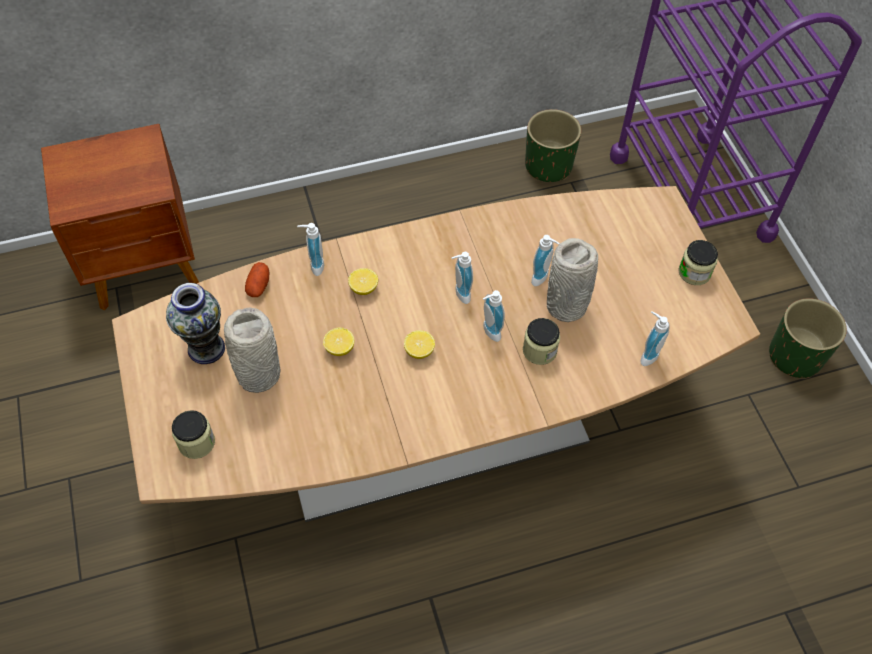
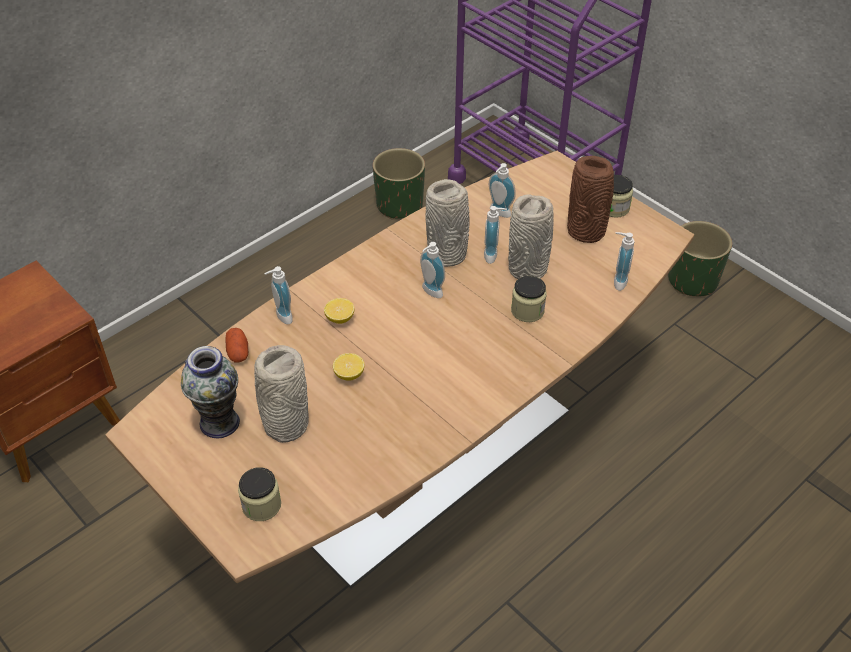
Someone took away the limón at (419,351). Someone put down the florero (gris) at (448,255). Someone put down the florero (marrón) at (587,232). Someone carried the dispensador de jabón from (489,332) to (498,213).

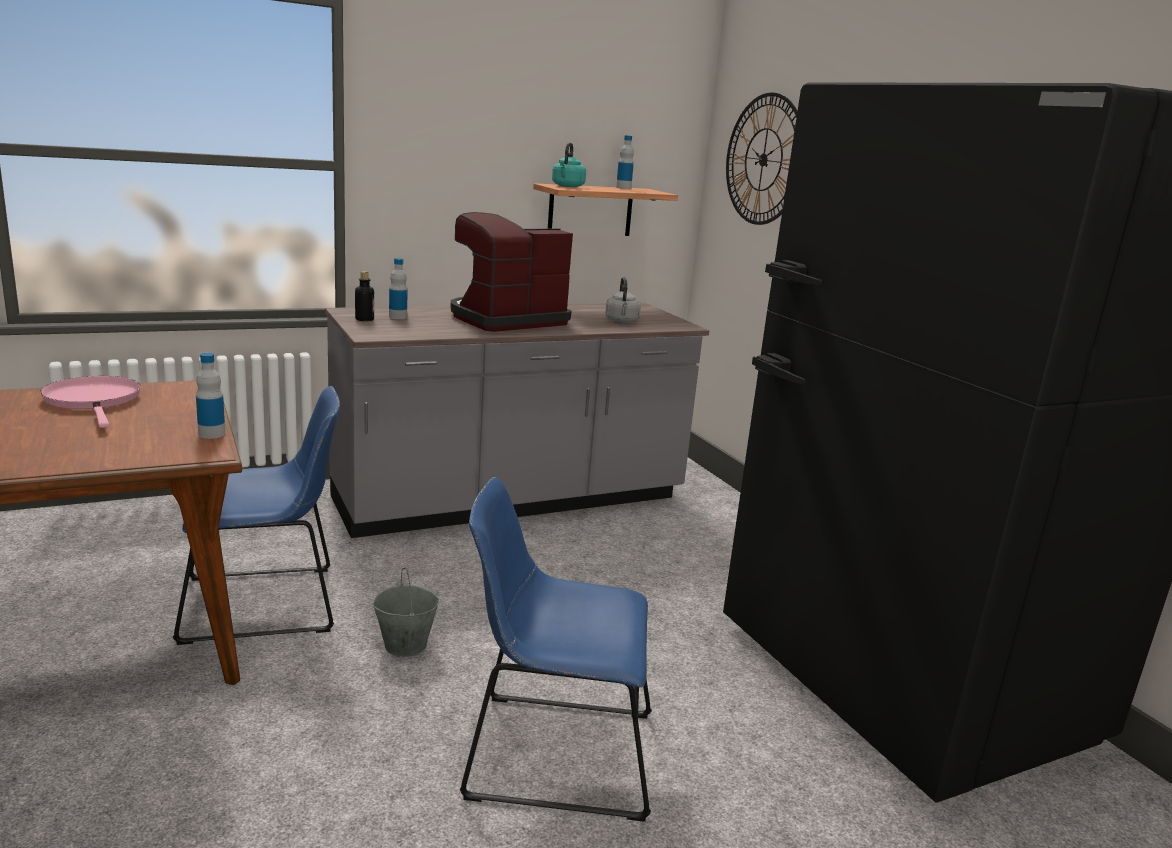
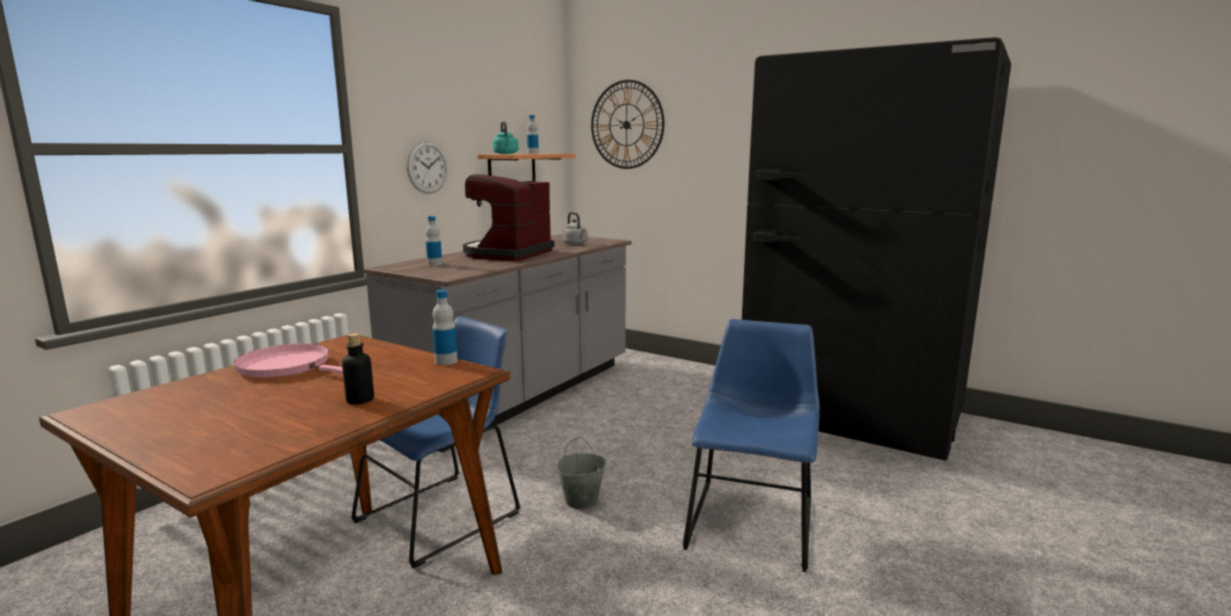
Someone put up the reloj de pared at (427,167). Someone carried the botella from (364,319) to (360,400). Someone rotated the silla (azul) at (551,753) by 135 degrees clockwise.

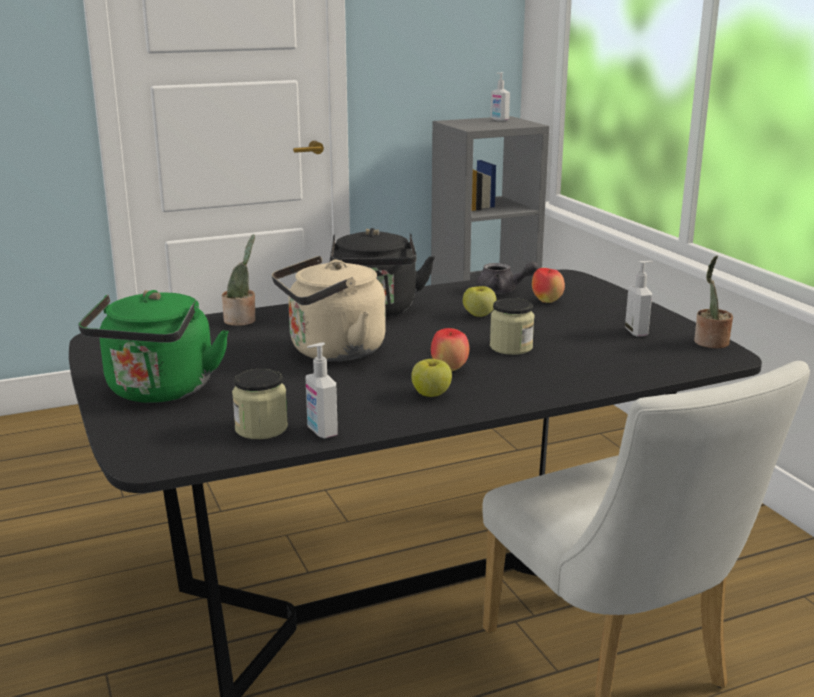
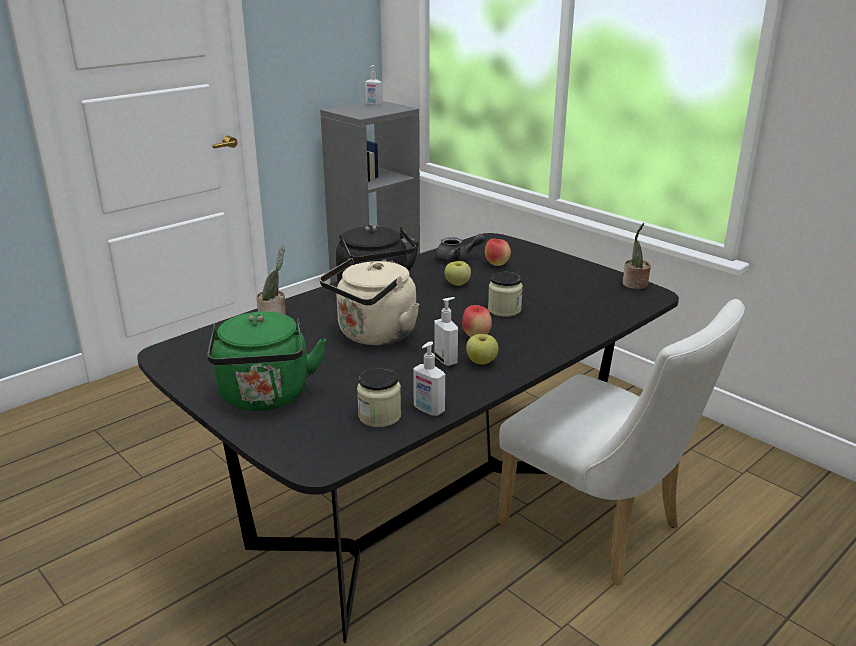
Someone carried the dispensador de jabón from (637,332) to (446,360).

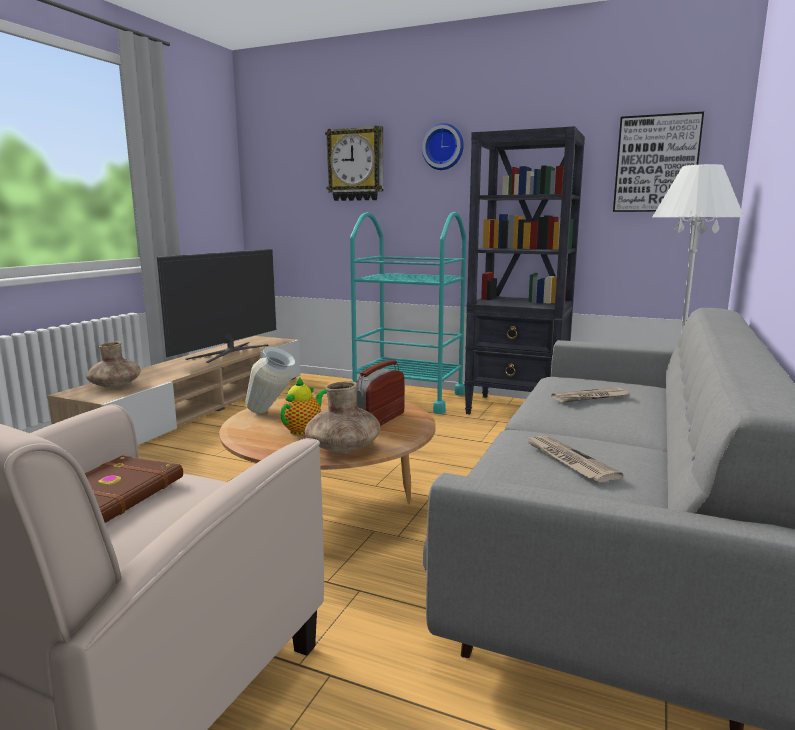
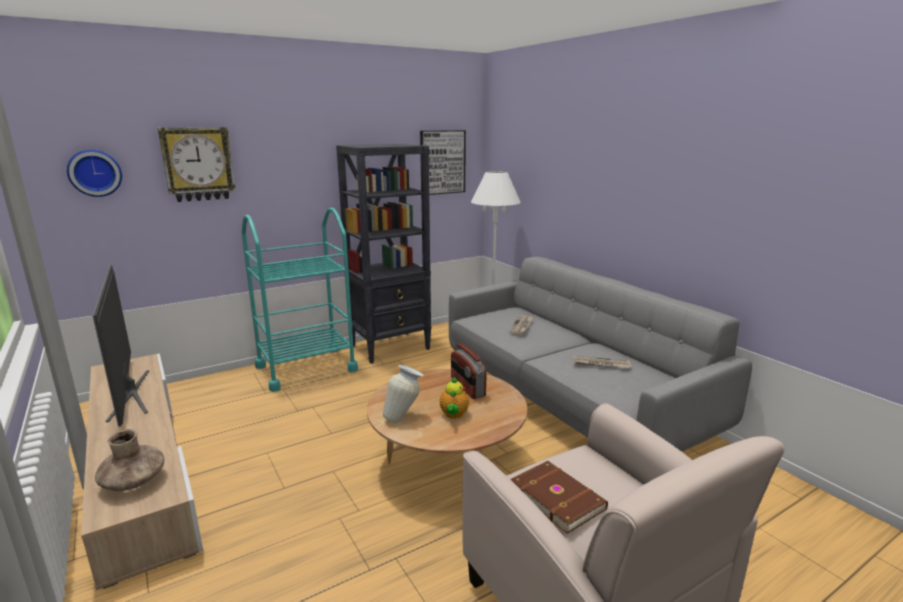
Someone took away the florero (marrón) at (343,448). Someone carried the reloj de pared from (443,147) to (95,173). Someone rotated the tetera at (303,430) by 150 degrees counterclockwise.

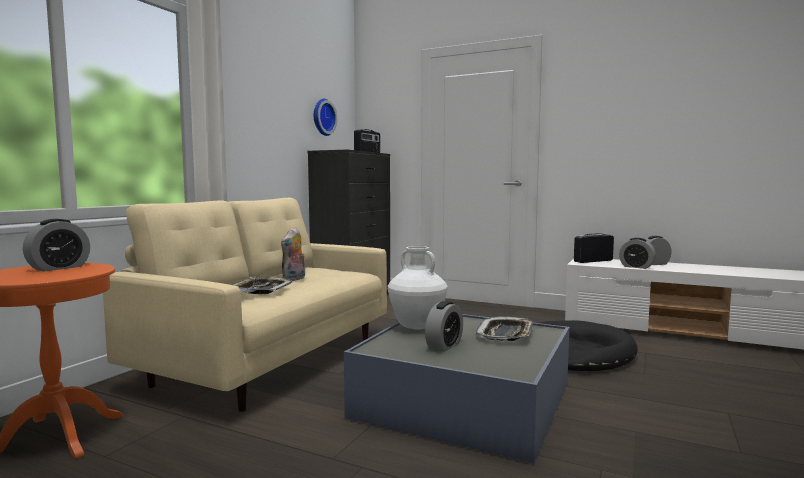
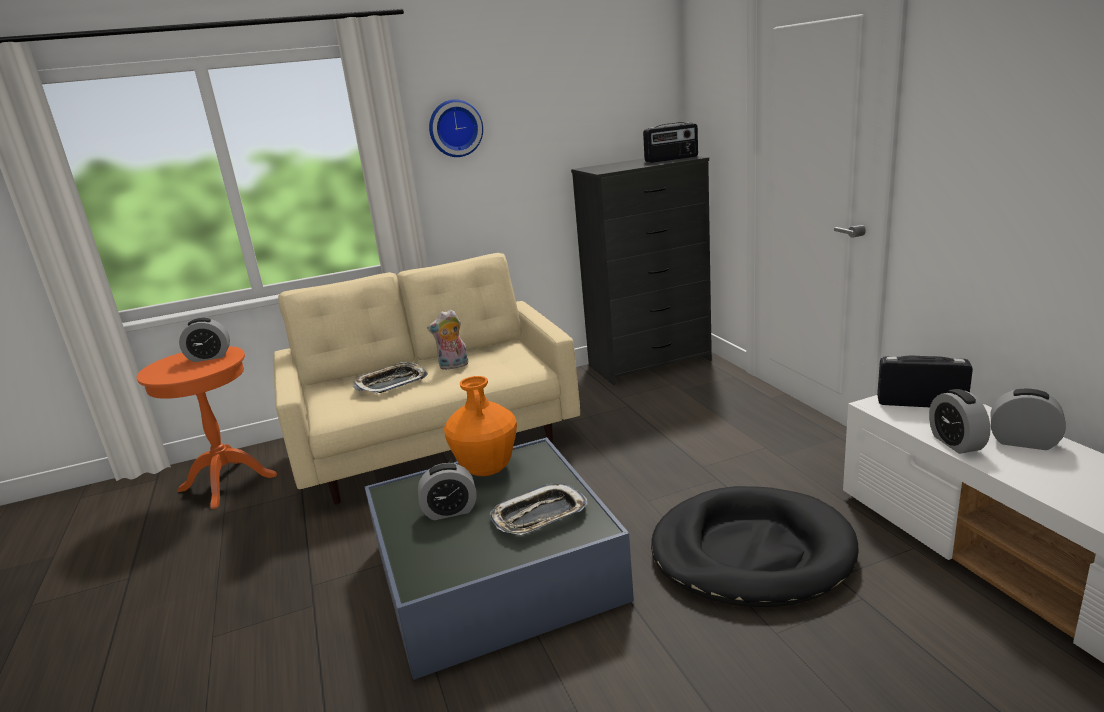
Someone carried the reloj de pared from (322,117) to (455,128). Someone repainted the florero (blanco) at (416,327), which became the florero (naranja) at (486,469).

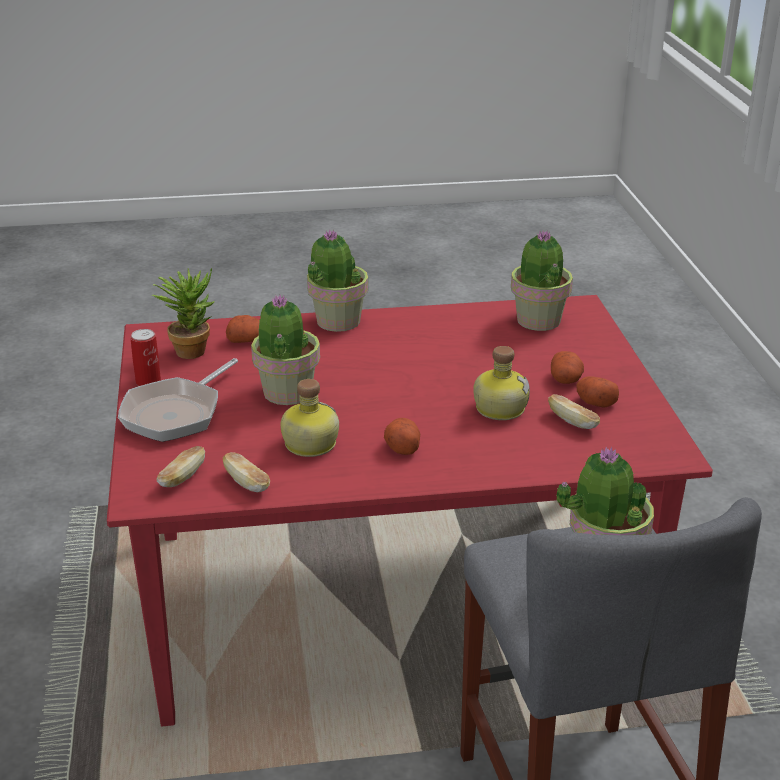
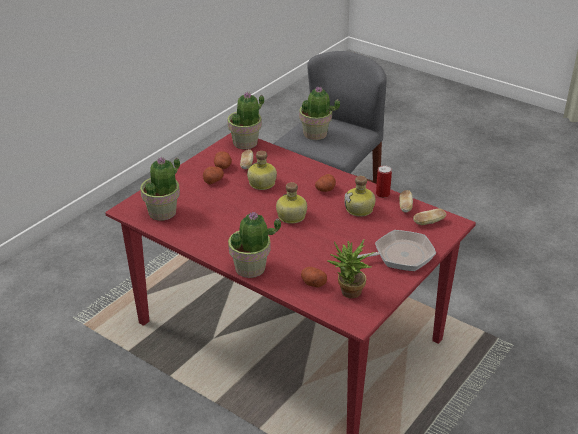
Someone put down the botella at (290,216). Someone carried the lata from (148,382) to (382,194). Someone carried the planta en maceta from (287,393) to (246,143).

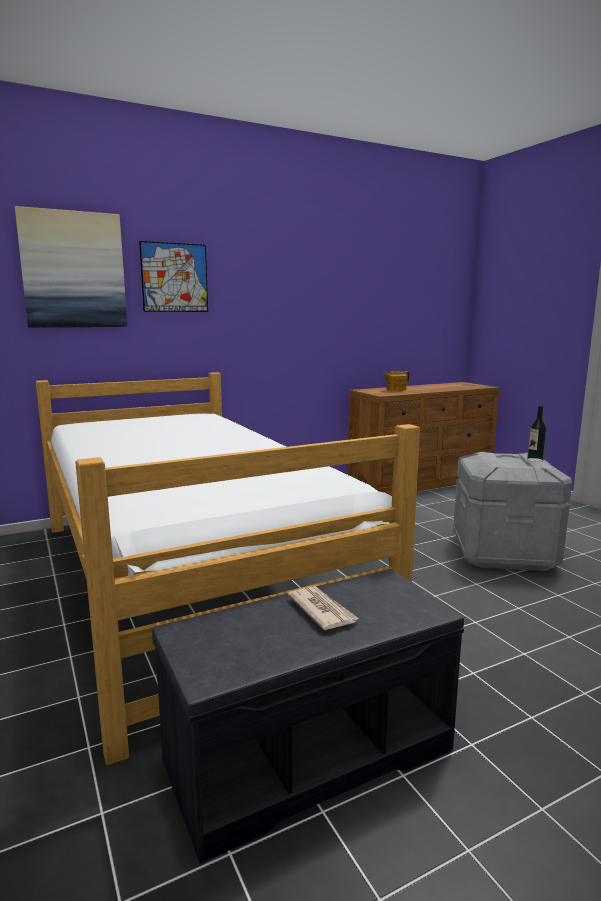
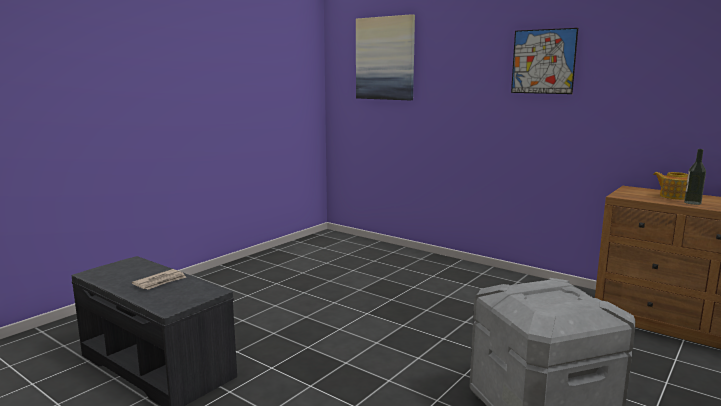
Someone took away the cama at (188,580). Someone carried the cuadro from (174,277) to (543,61). Someone carried the botella from (535,460) to (692,203).

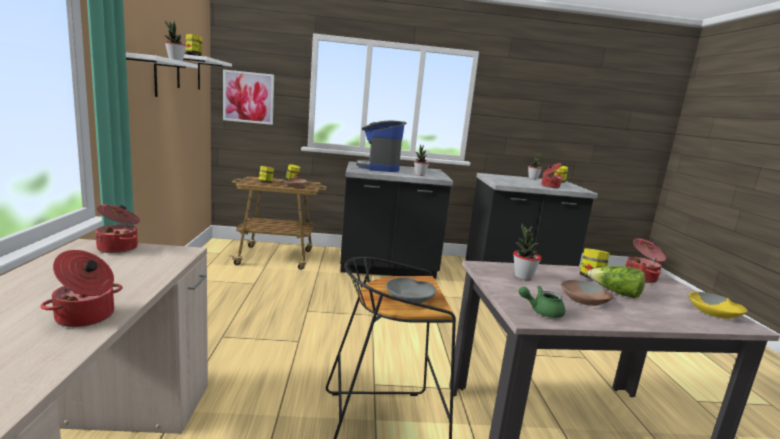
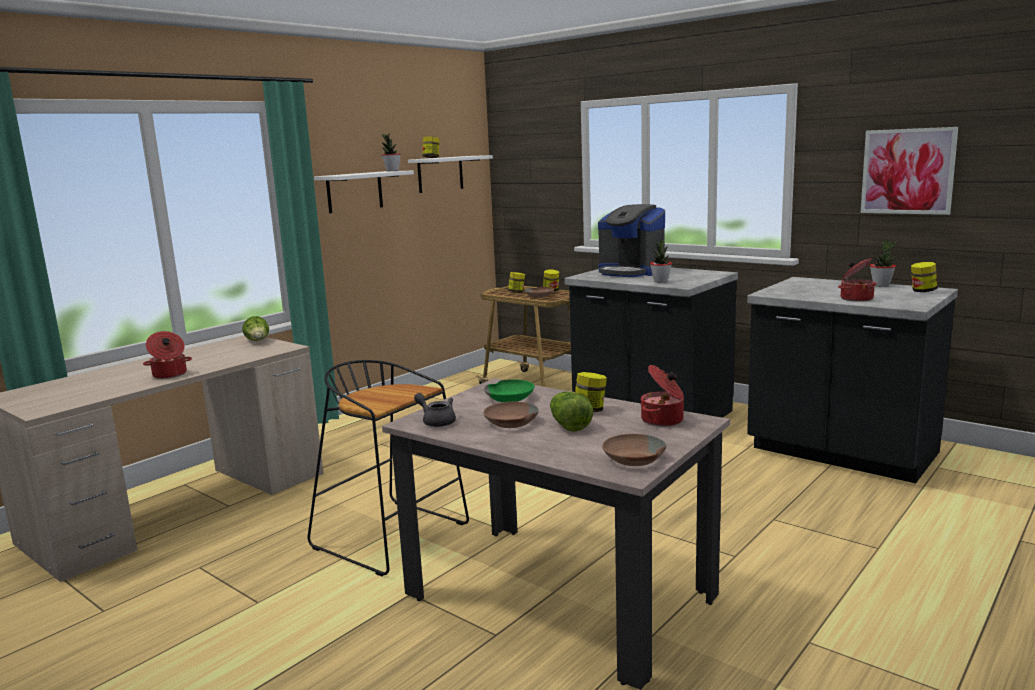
Someone took away the cuenco (gris) at (410,298). Someone carried the cuadro from (248,97) to (907,171). Someone swapped the olla at (119,248) for the lechuga at (258,341). Someone swapped the planta en maceta at (523,276) for the cuenco (verde) at (510,398). Someone repainted the tetera (verde) at (541,311), which became the tetera (gris) at (436,421). Someone repainted the cuenco (amarillo) at (714,312), which became the cuenco (marrón) at (633,459). Someone rotated the cafetera at (379,167) by 90 degrees counterclockwise.

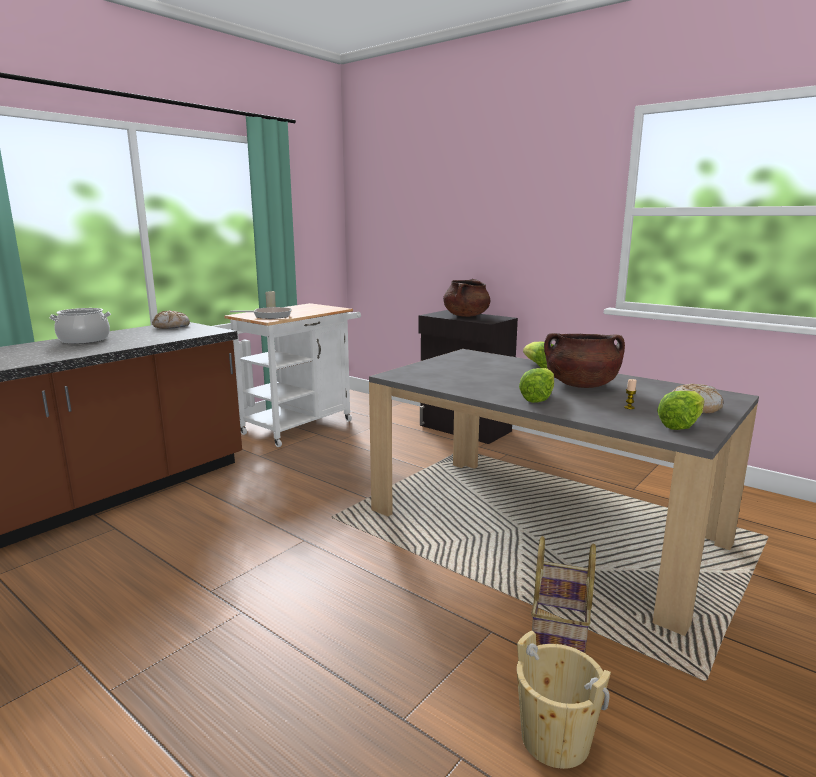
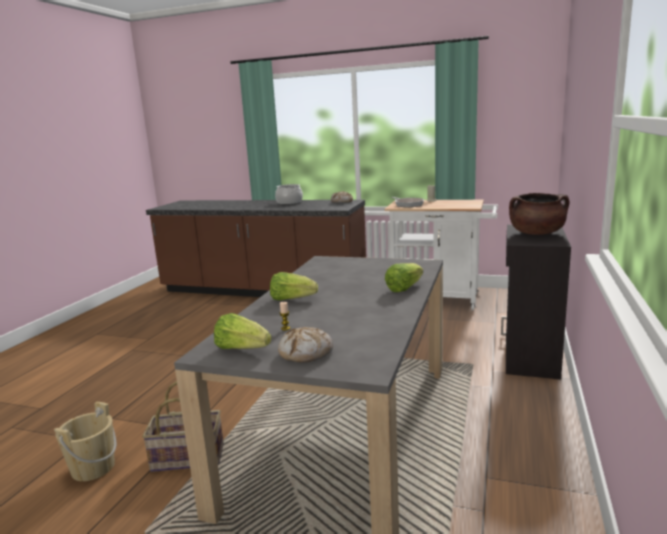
Someone took away the olla (marrón) at (581,385).

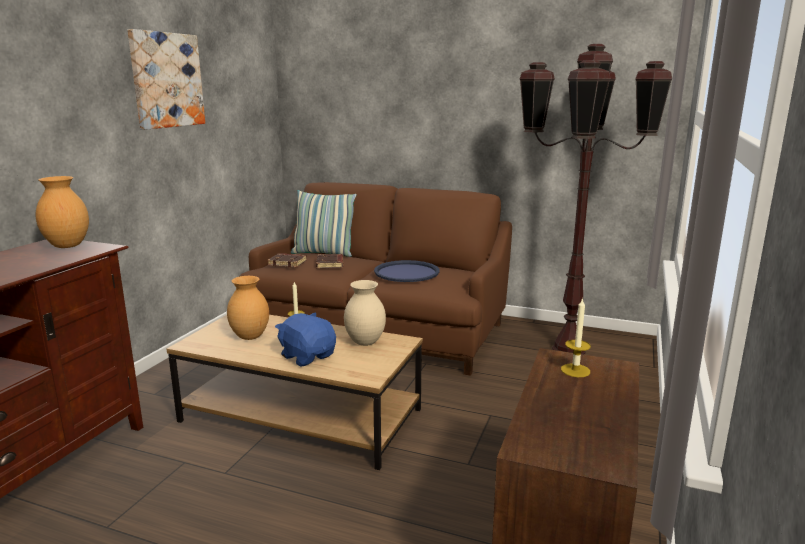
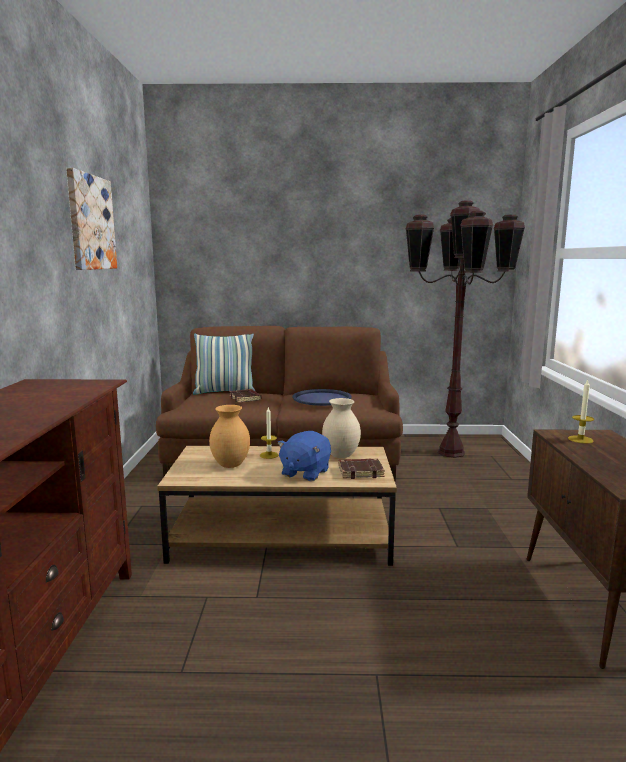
Someone took away the florero (marrón) at (67,246). Someone carried the libro (marrón) from (288,263) to (361,472). Someone rotated the peluche (azul) at (307,356) by 90 degrees counterclockwise.

